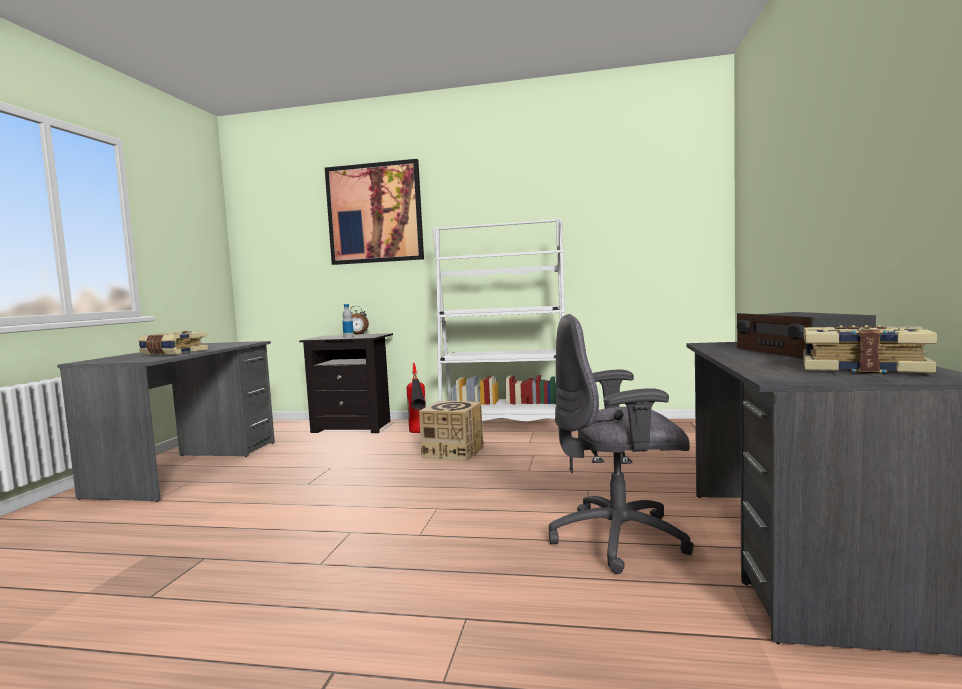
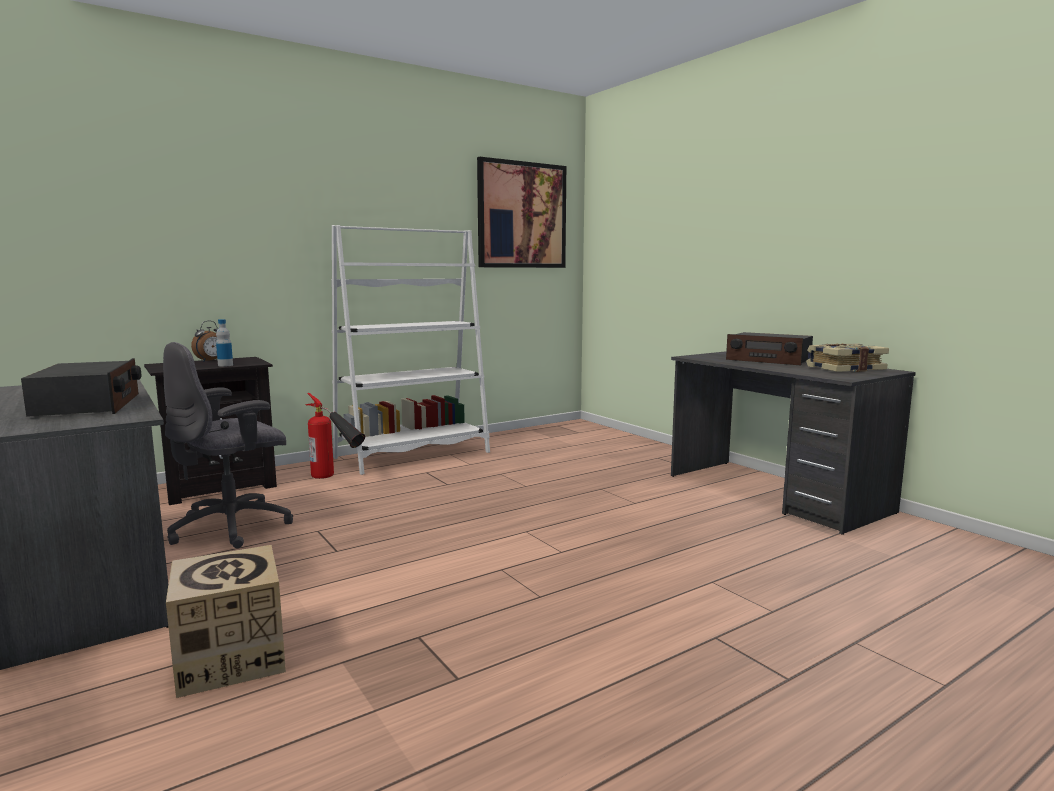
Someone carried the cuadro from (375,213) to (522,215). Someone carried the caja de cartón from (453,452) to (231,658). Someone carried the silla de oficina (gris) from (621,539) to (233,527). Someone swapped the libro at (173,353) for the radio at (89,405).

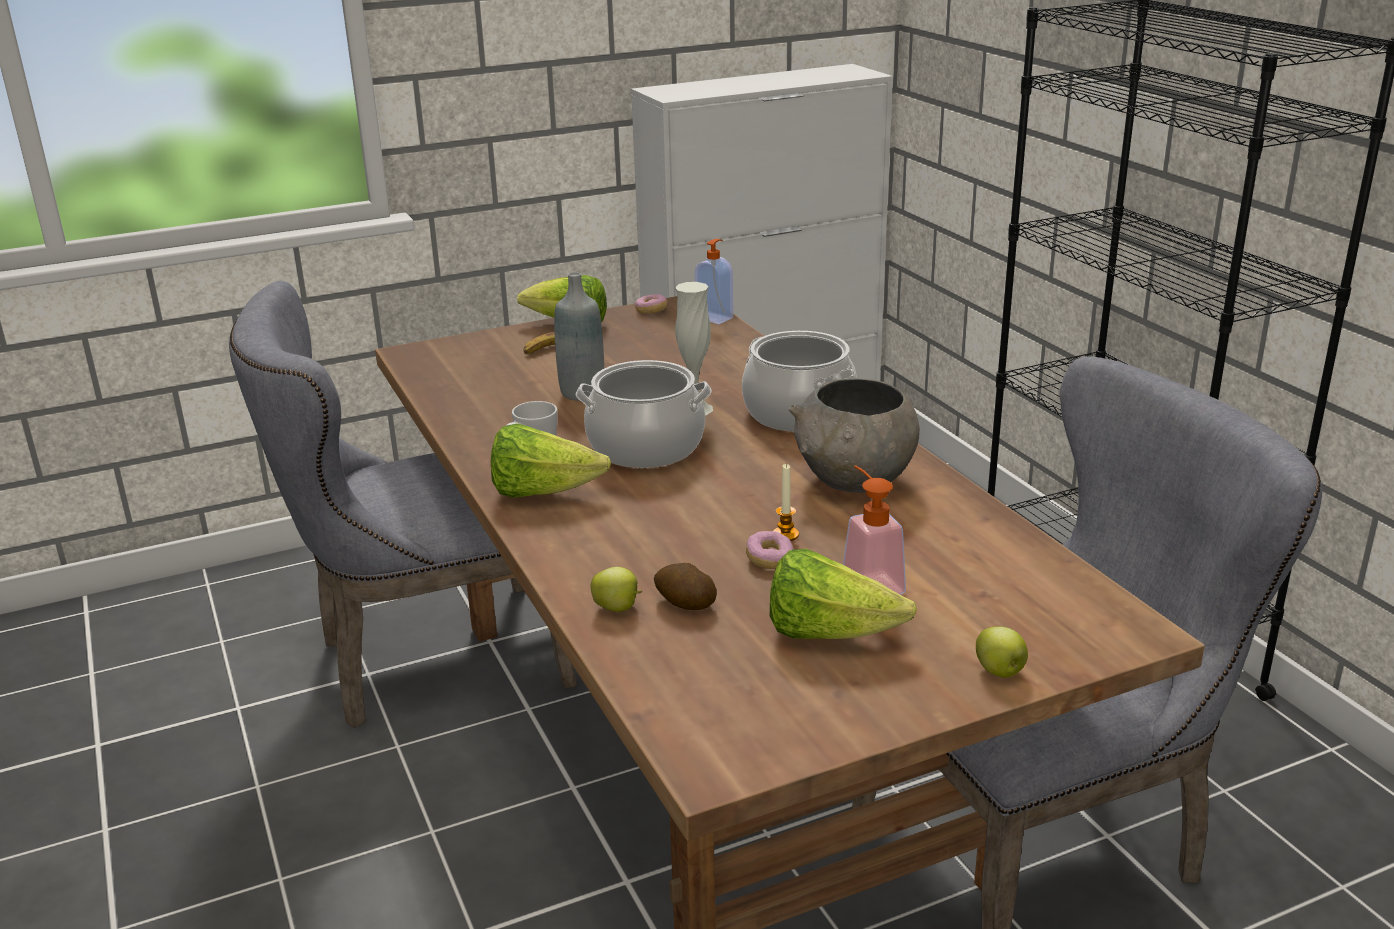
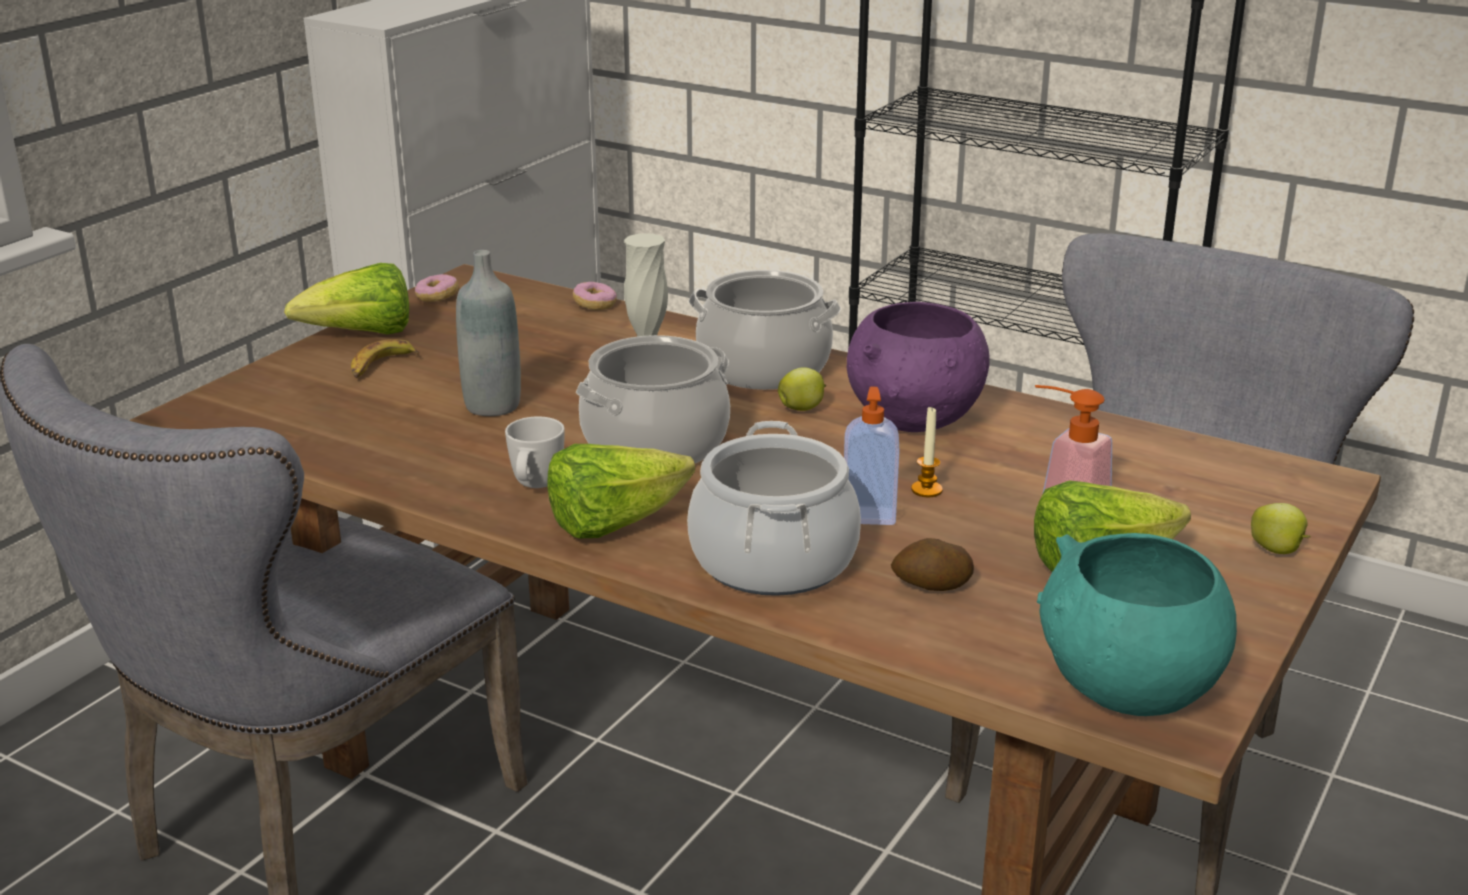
Someone put down the olla at (772,561). Someone put down the cuenco (turquesa) at (1127,691). Someone carried the manzana from (618,608) to (802,409). Someone carried the dispensador de jabón from (715,318) to (868,514). Someone carried the rosquilla from (769,560) to (595,305). Someone repainted the cuenco (gris) at (854,482), which became the cuenco (morado) at (915,420).

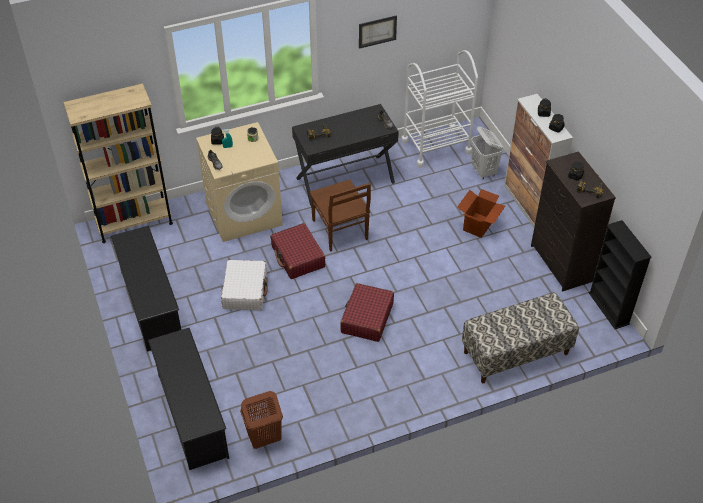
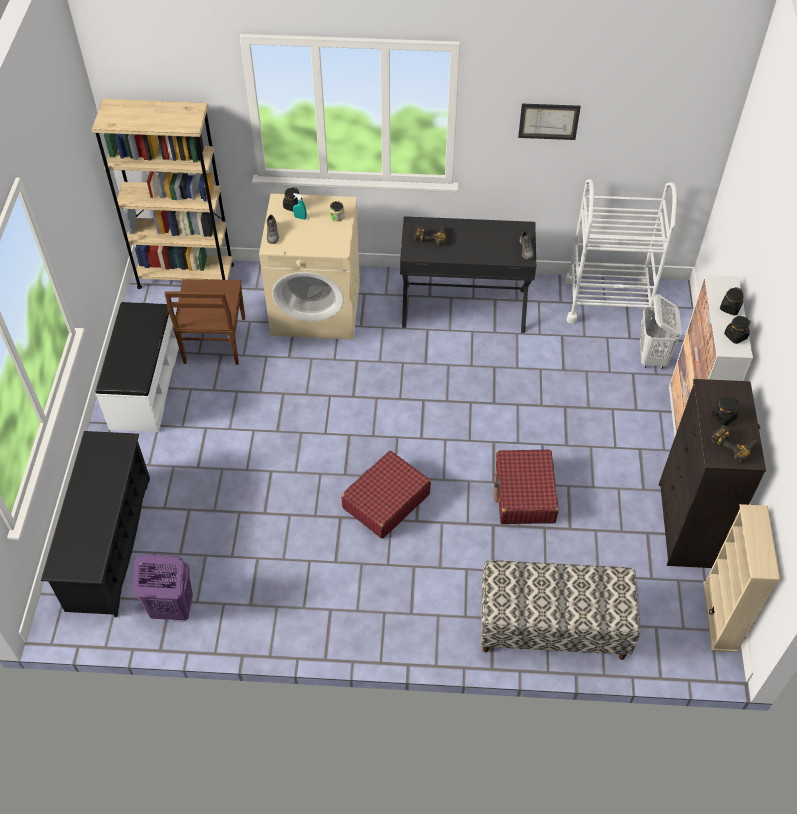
Someone took away the maleta (blanco) at (245,290). Someone took away the caja de cartón at (478,225). Someone carried the maleta (rojo) from (298,257) to (524,494). Someone carried the silla (marrón) from (340,231) to (214,342). Someone swapped the zapatero (negro) at (151,305) for the banco (blanco) at (144,385). Someone repainted the cesto de la ropa (marrón) at (264,438), which became the cesto de la ropa (morado) at (171,608). Someone repainted the estantería (negro) at (609,308), which became the estantería (beis) at (720,616).

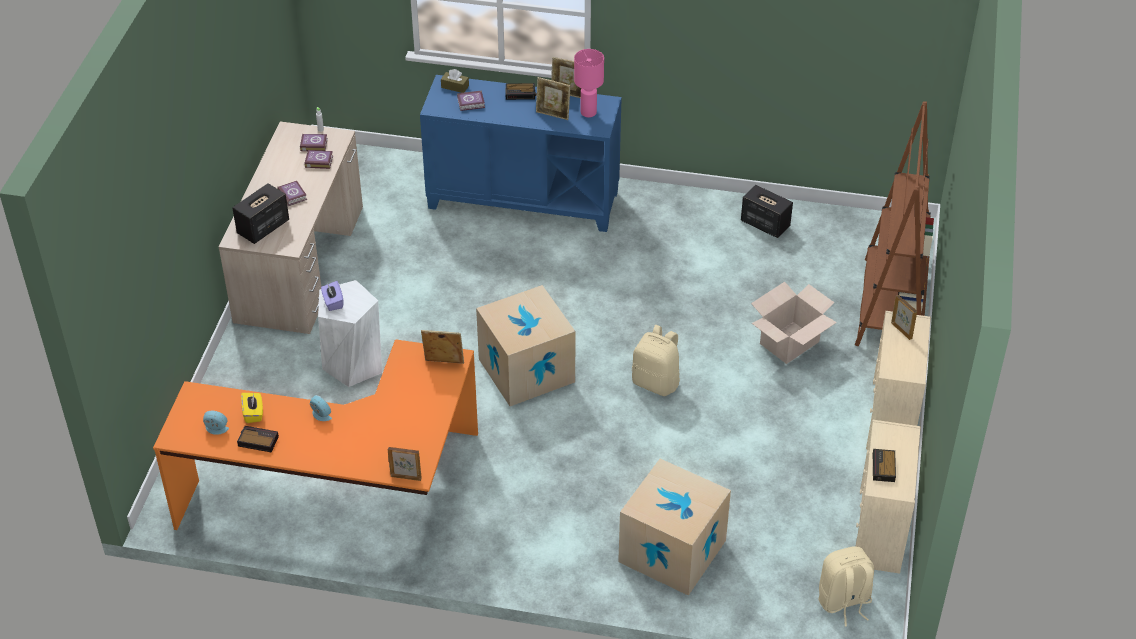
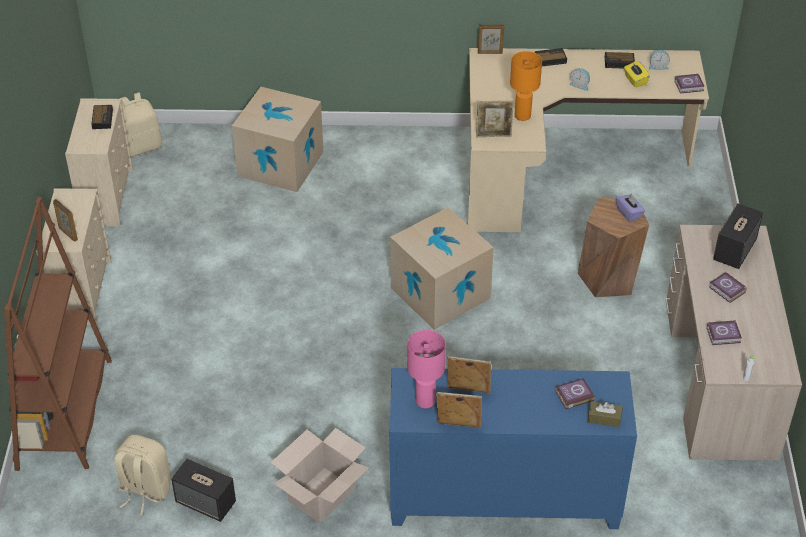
Someone put down the lámpara de mesa (naranja) at (522,116). Someone carried the libro from (313,144) to (689,86). Someone carried the despertador from (521,93) to (549,59). Someone carried the mochila (beis) from (656,382) to (144,490). Someone carried the caja de cartón from (789,342) to (322,495). Someone repainted the escritorio (naranja) at (343,501), which became the escritorio (beis) at (560,166). Someone repainted the taburete (blanco) at (353,364), which became the taburete (marrón) at (608,278).

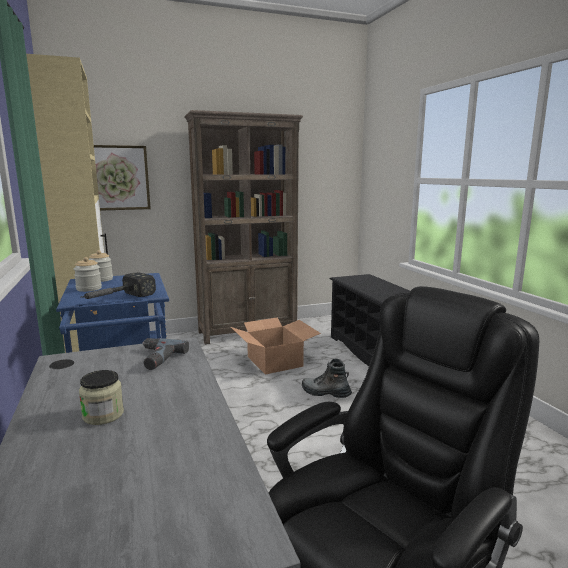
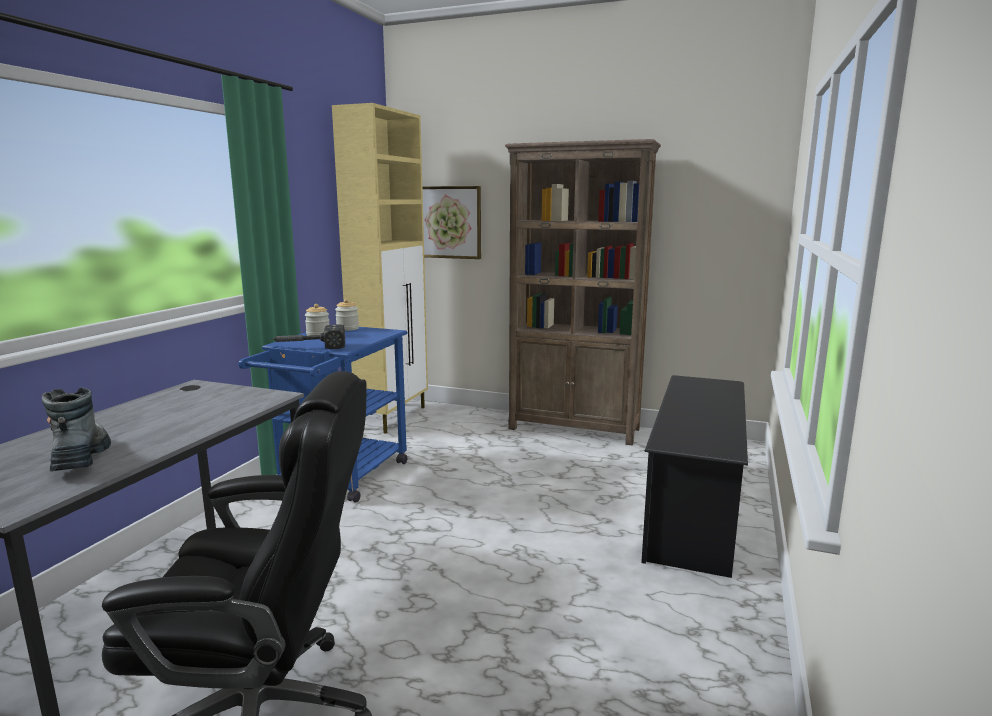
Someone took away the tarro at (103,415). Someone took away the taladro at (155,358). Someone took away the caja de cartón at (275,361). Someone carried the bota from (325,393) to (81,459).

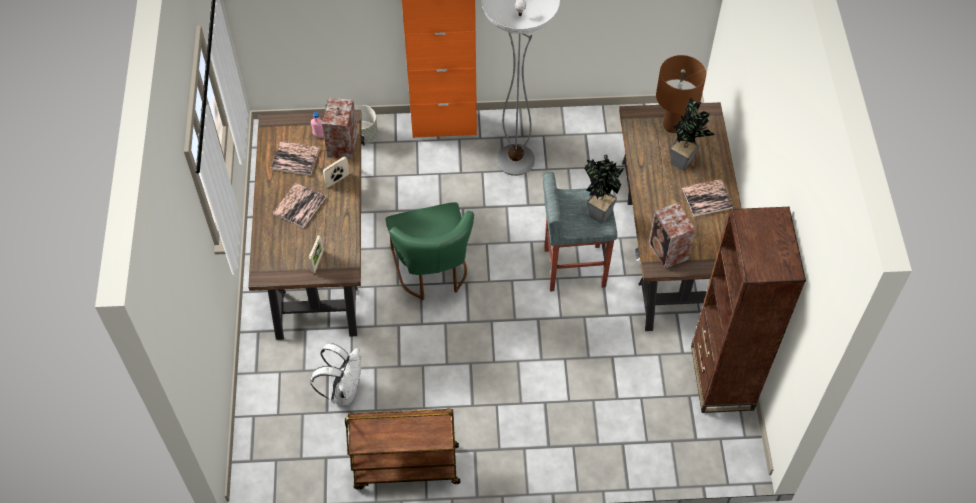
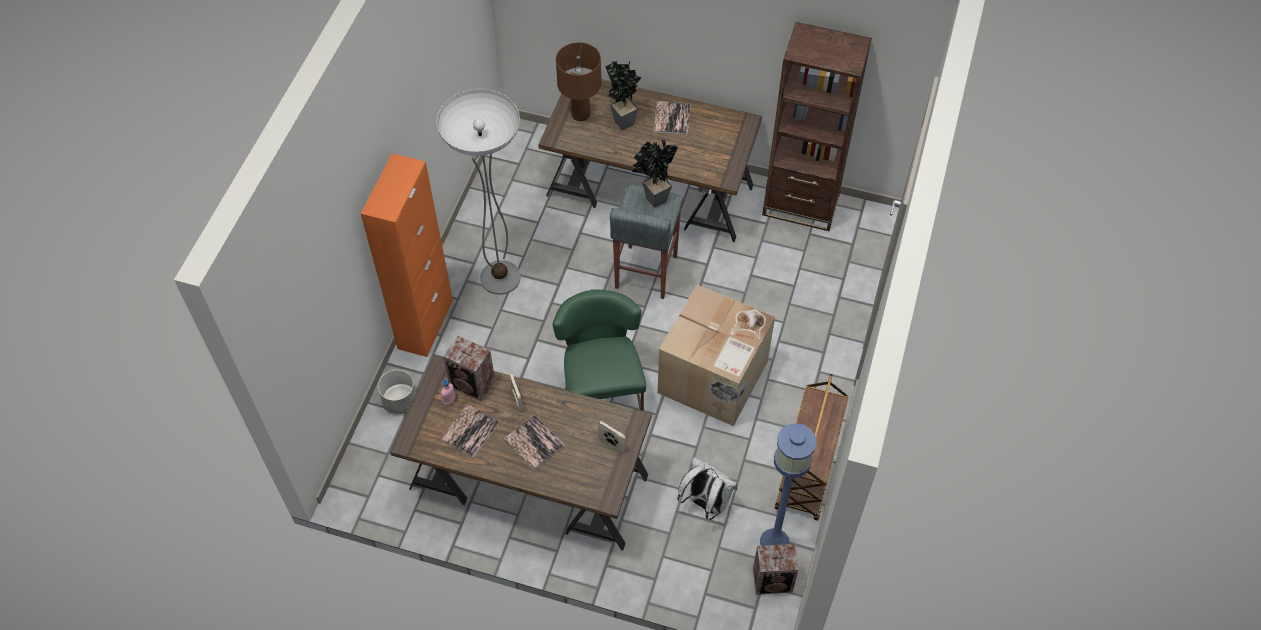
Someone put down the caja de cartón at (713,378). Someone put down the lámpara de pie (azul) at (775,541). Someone carried the altavoz from (668,252) to (774,581). Someone rotated the silla (verde) at (432,272) by 105 degrees counterclockwise.

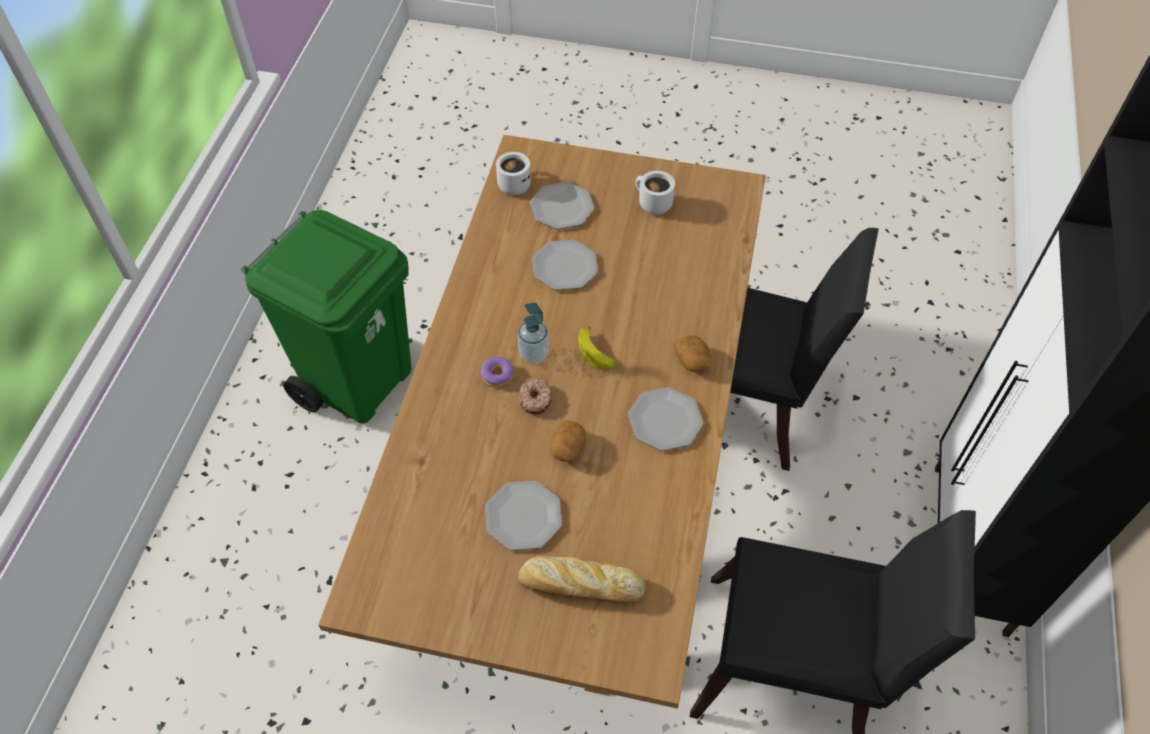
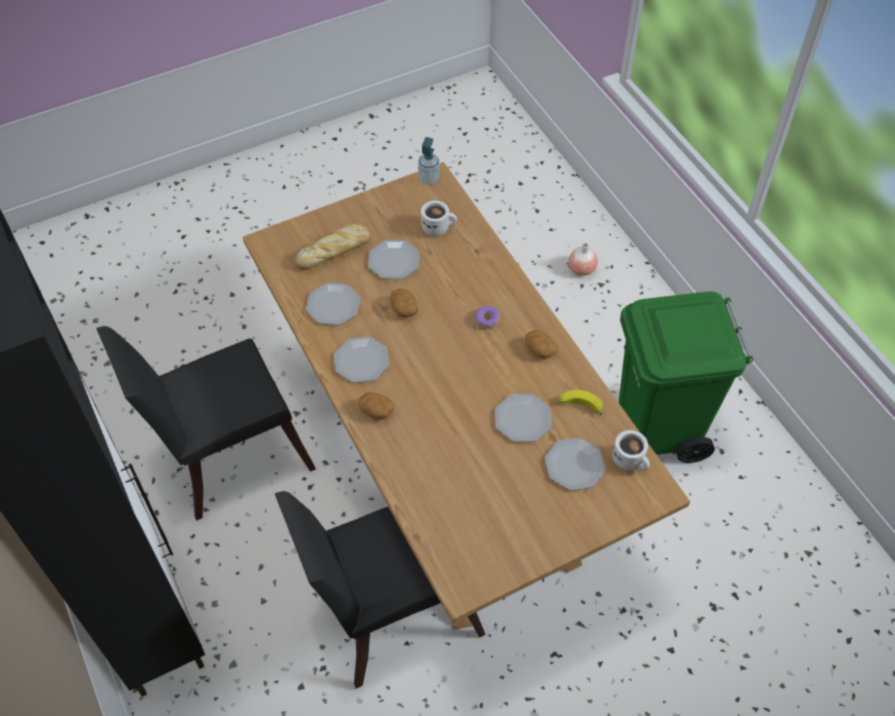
Someone took away the rosquilla at (535,399). Someone put down the plato at (333,306). Someone put down the patata at (539,350). Someone put down the florero at (581,269). Someone carried the dispensador de jabón from (534,354) to (429,179). Someone carried the plátano from (597,354) to (579,406). Someone carried the taza grande (blanco) from (652,204) to (438,227).

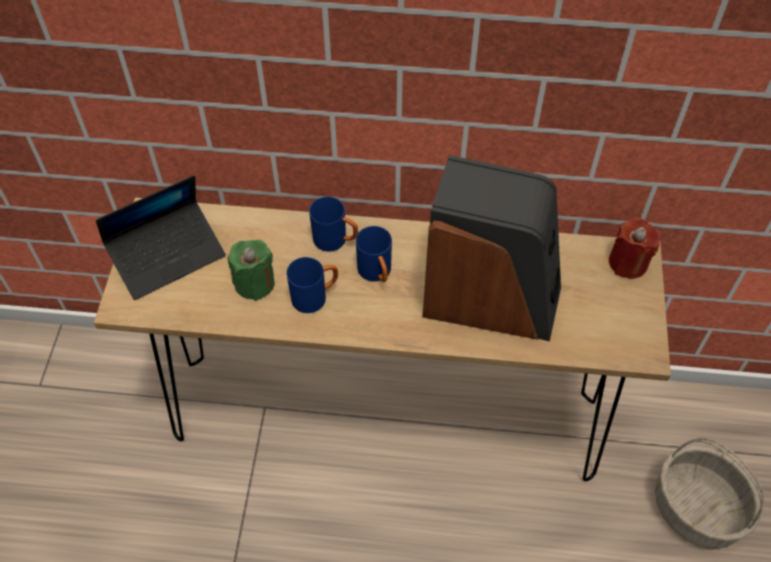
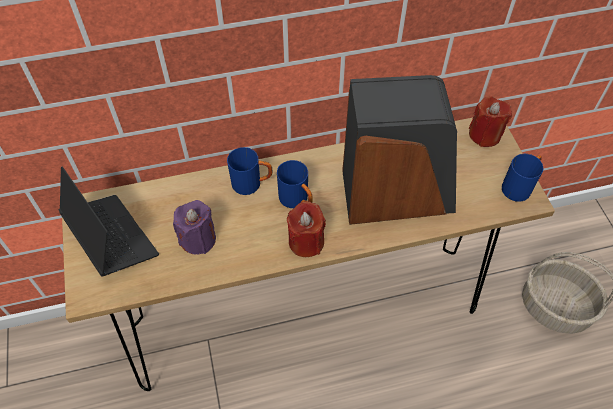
Someone put down the vela (rojo) at (306,242). Someone carried the taza grande (azul) from (315,296) to (519,186). Someone repainted the vela (verde) at (254,283), which became the vela (morado) at (198,239). Someone rotated the portátil at (167,255) by 75 degrees counterclockwise.

